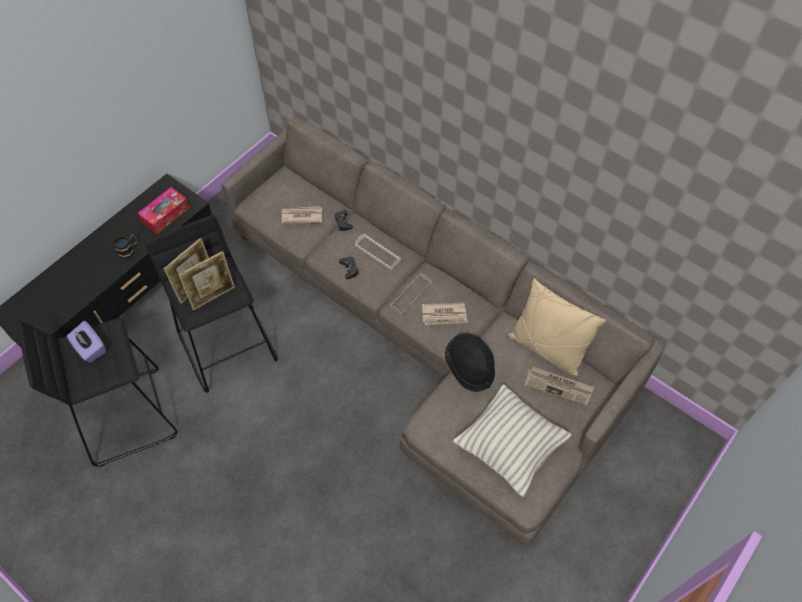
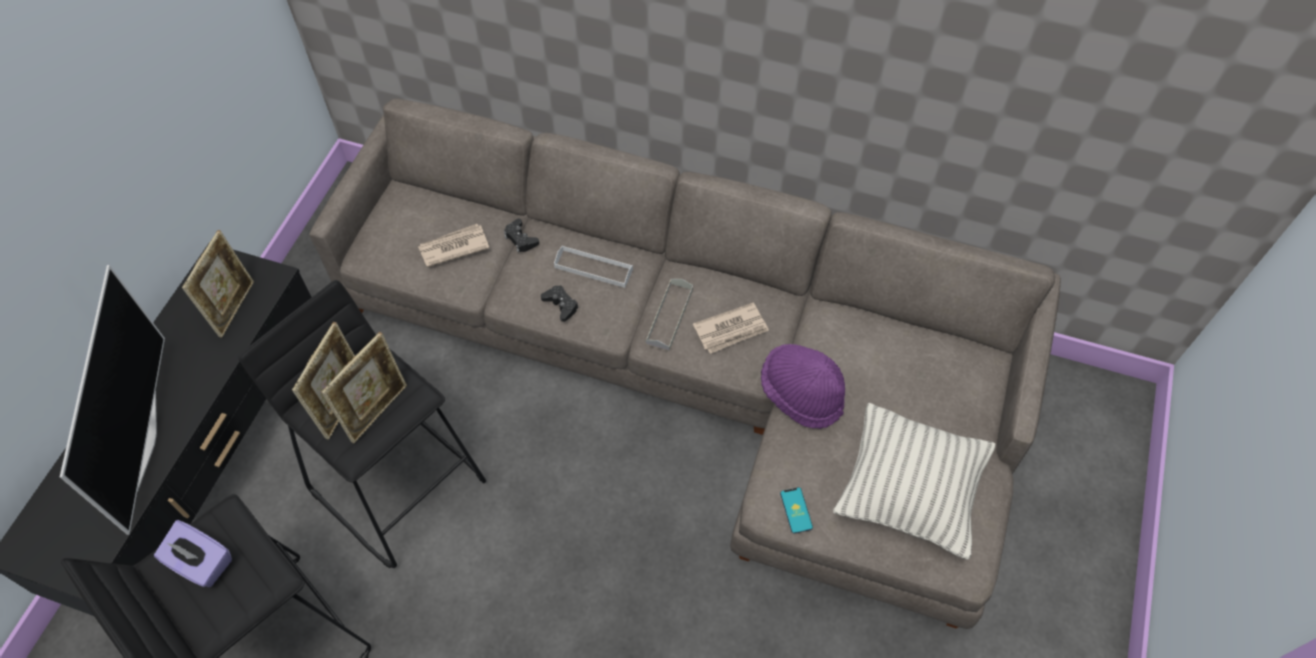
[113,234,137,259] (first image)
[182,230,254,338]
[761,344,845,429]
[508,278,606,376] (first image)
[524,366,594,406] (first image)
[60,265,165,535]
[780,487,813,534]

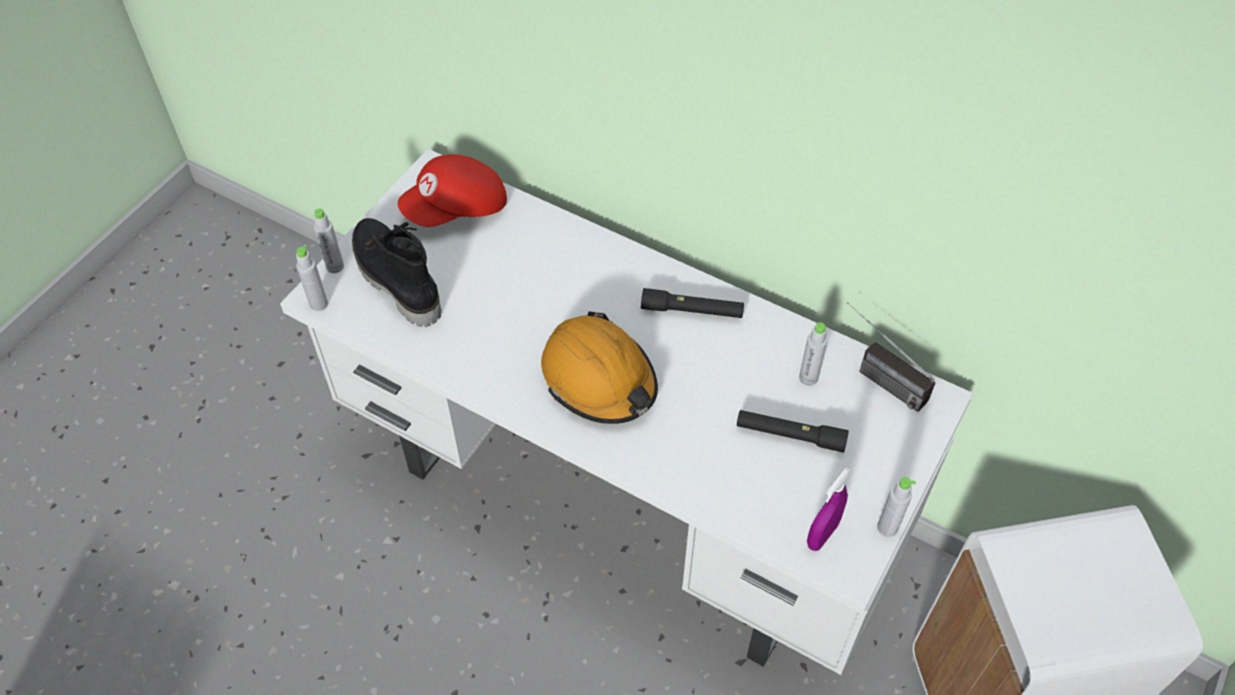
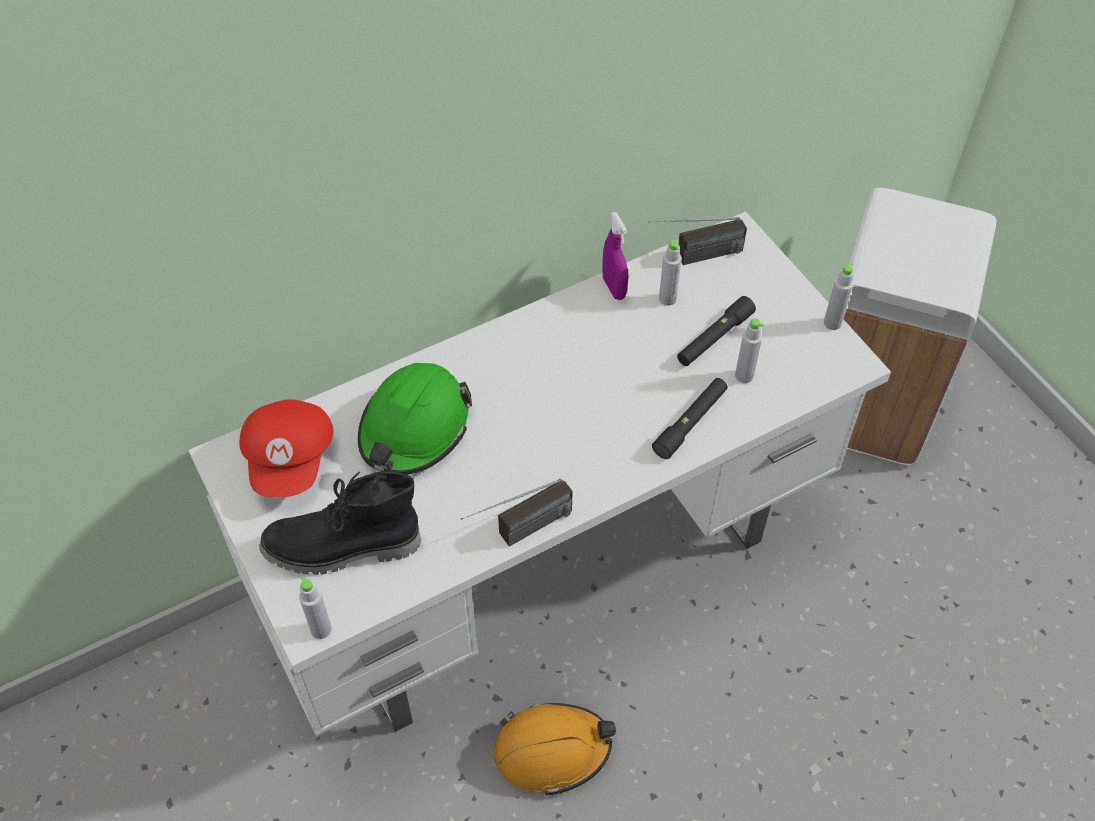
[735,318,764,383]
[494,703,616,795]
[652,378,728,459]
[602,212,628,300]
[358,363,472,475]
[461,479,573,547]

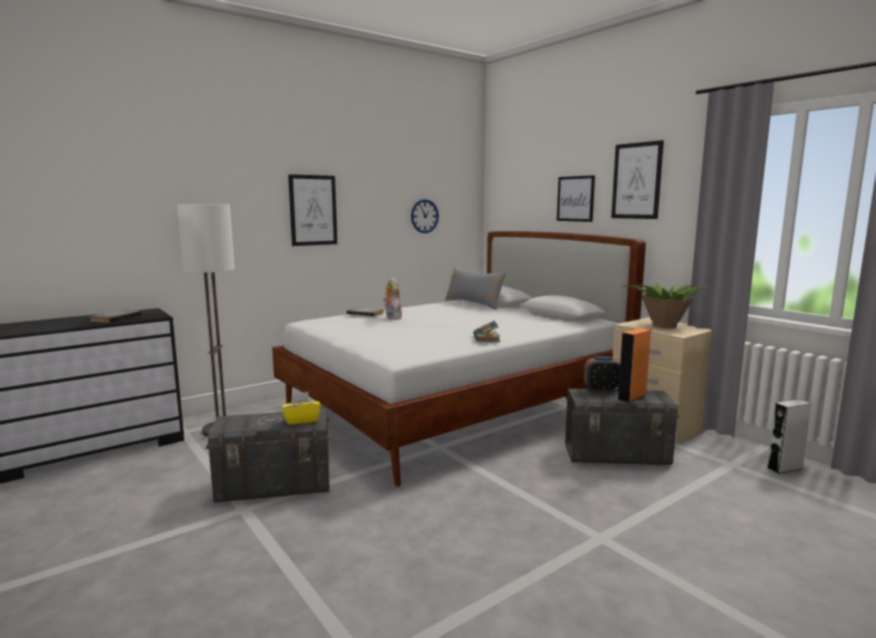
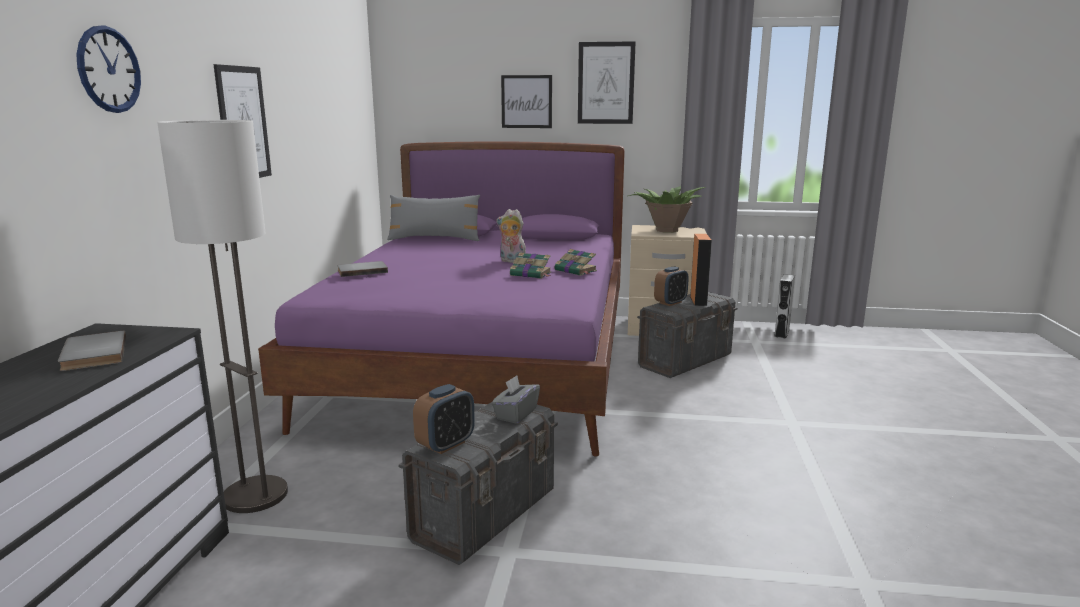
[258,142,625,456]
[491,375,540,424]
[497,209,526,263]
[76,25,141,113]
[413,384,475,454]
[510,252,551,279]

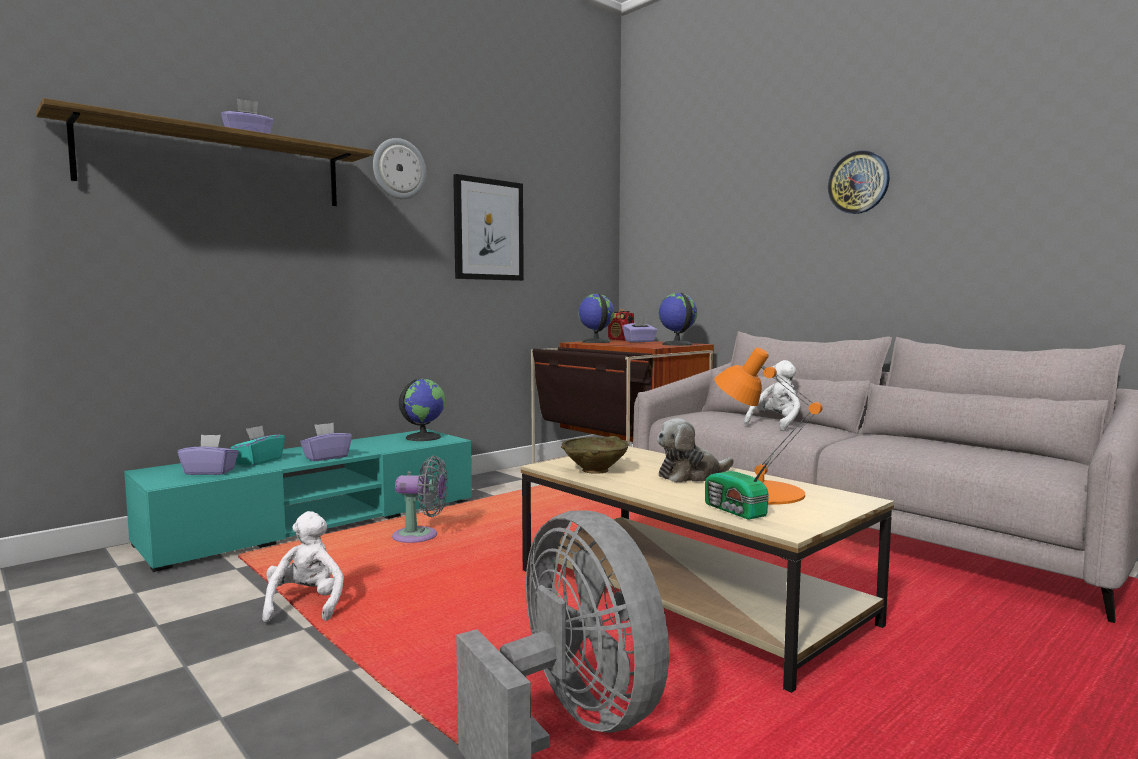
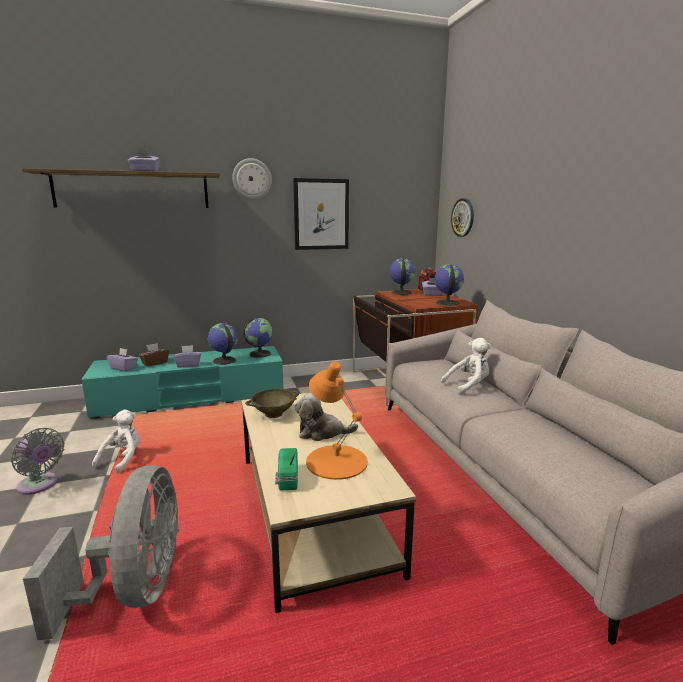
[139,343,169,367]
[11,428,64,495]
[451,198,474,237]
[207,323,238,365]

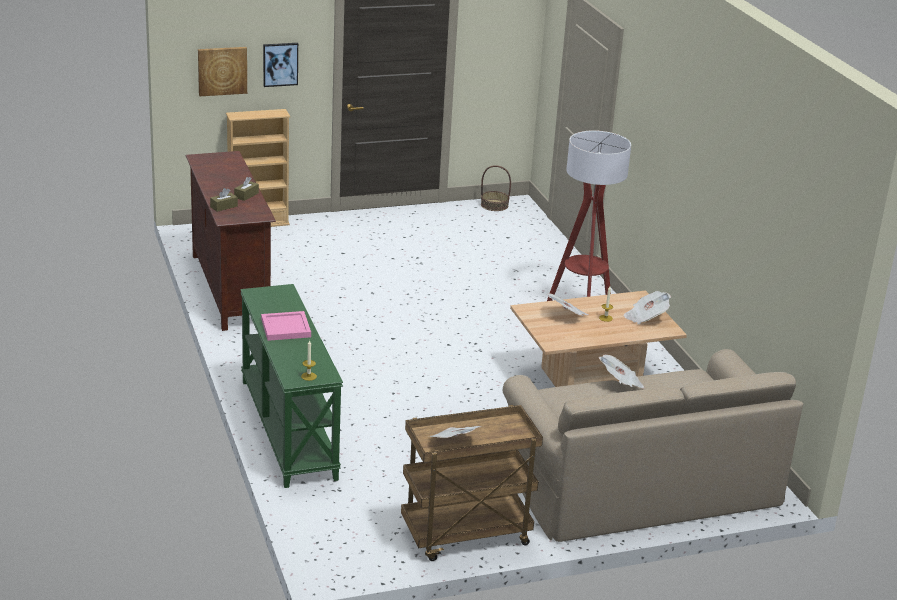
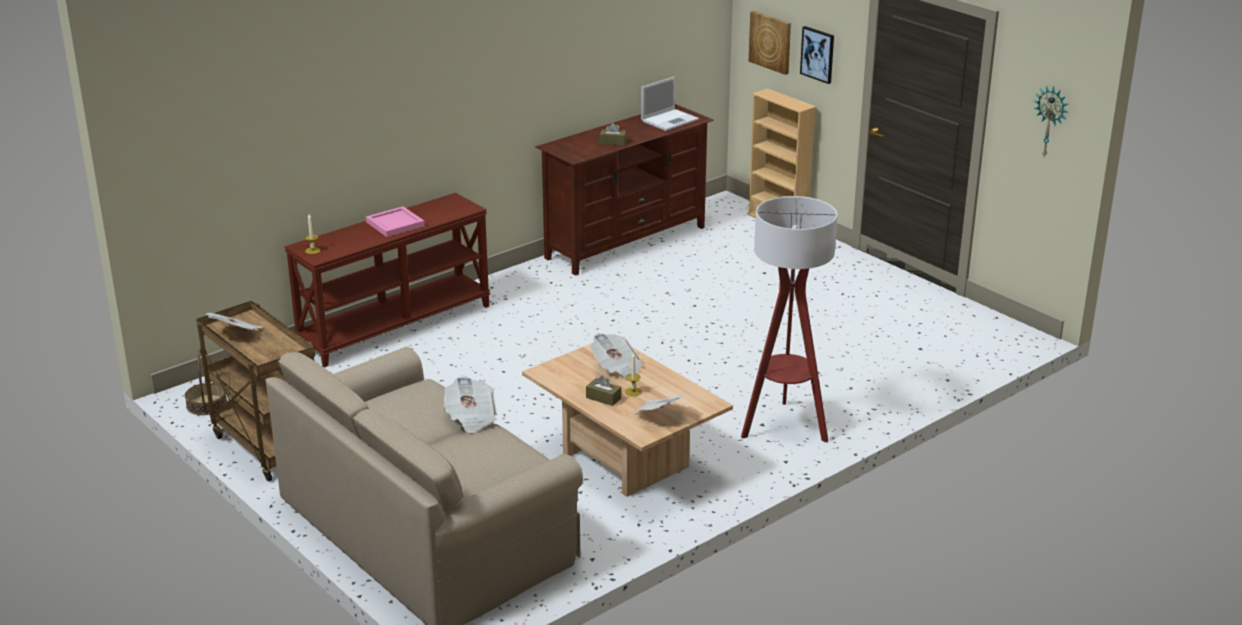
[586,376,621,406]
[284,193,491,367]
[185,348,227,415]
[641,76,699,131]
[1034,85,1068,156]

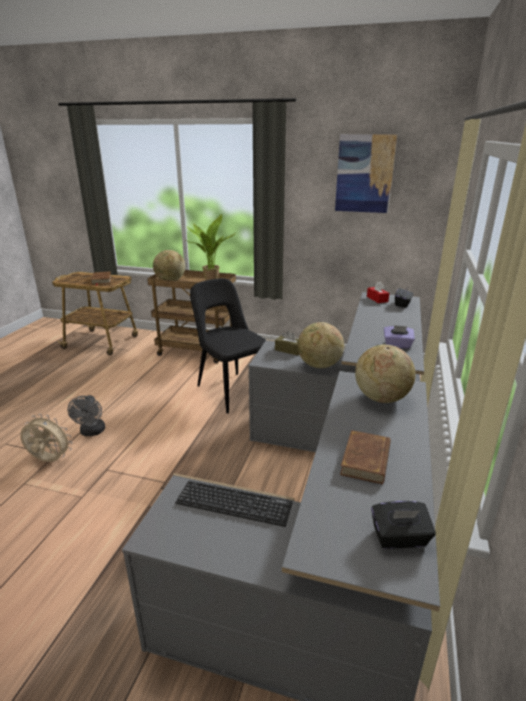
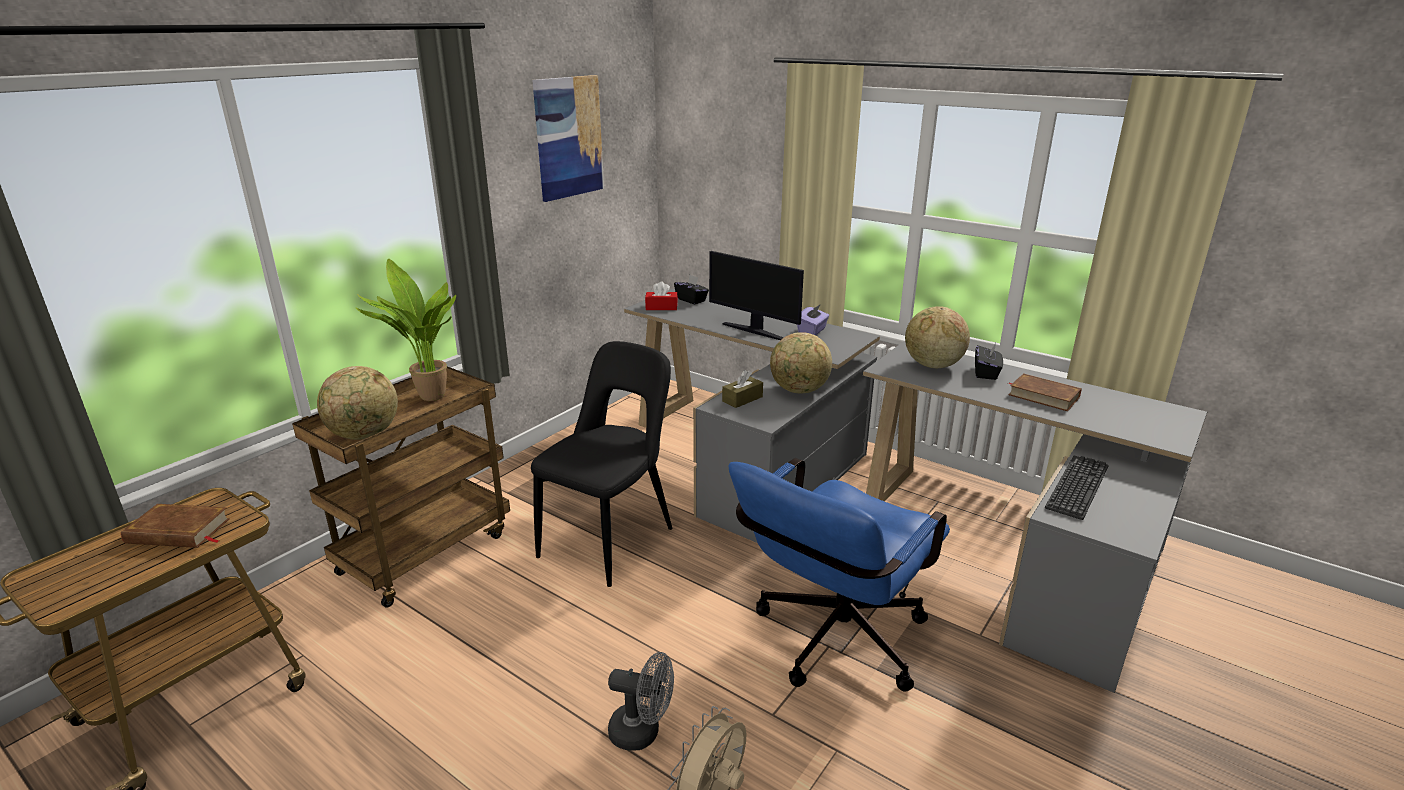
[531,341,672,587]
[975,343,1003,380]
[709,251,804,340]
[728,458,950,692]

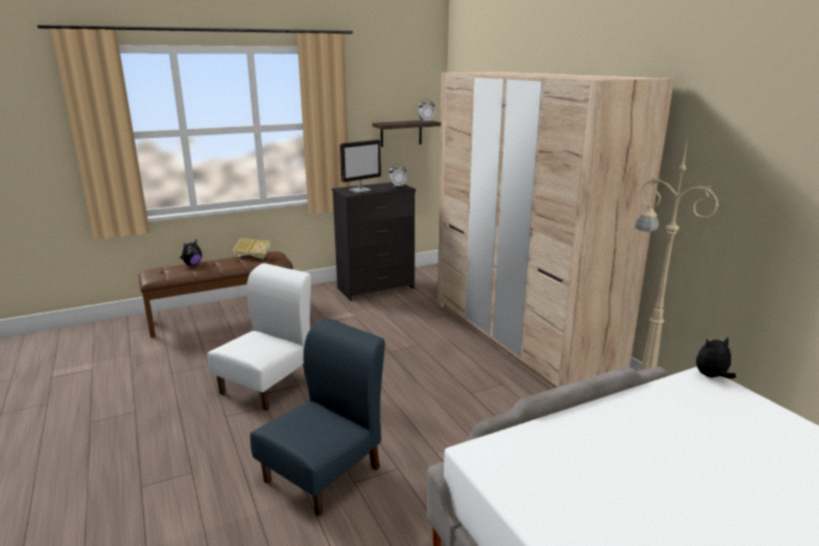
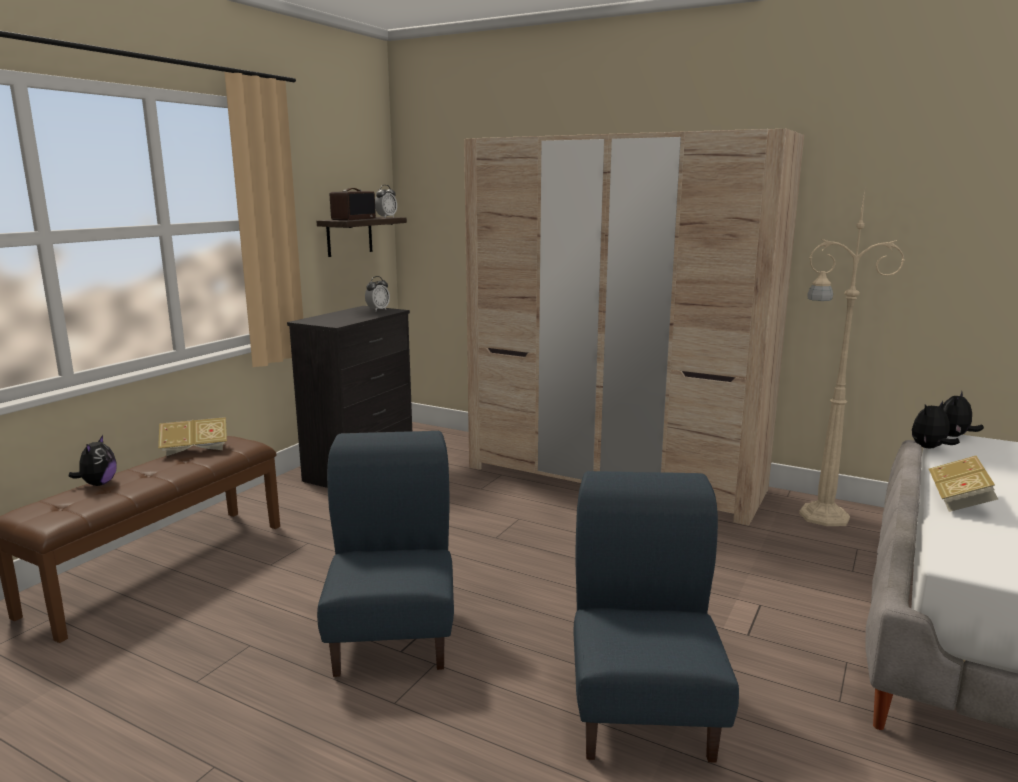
[317,431,454,677]
[340,140,381,193] (first image)
[330,188,376,220]
[912,401,960,448]
[929,456,998,512]

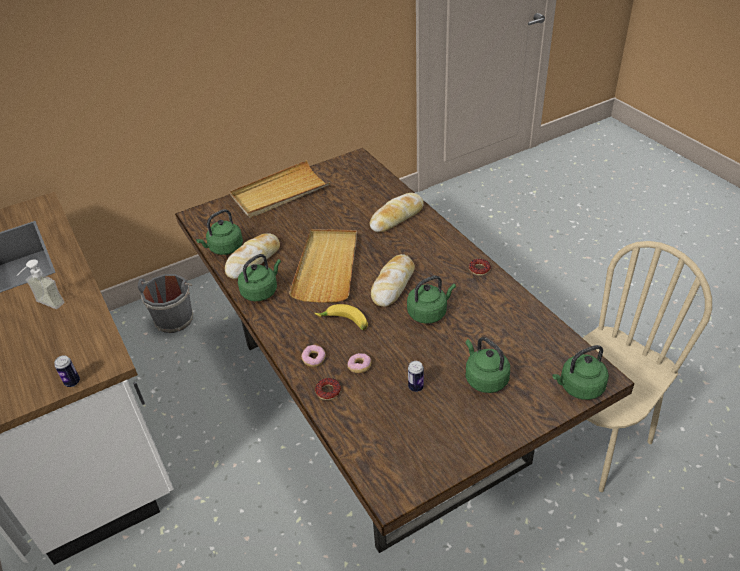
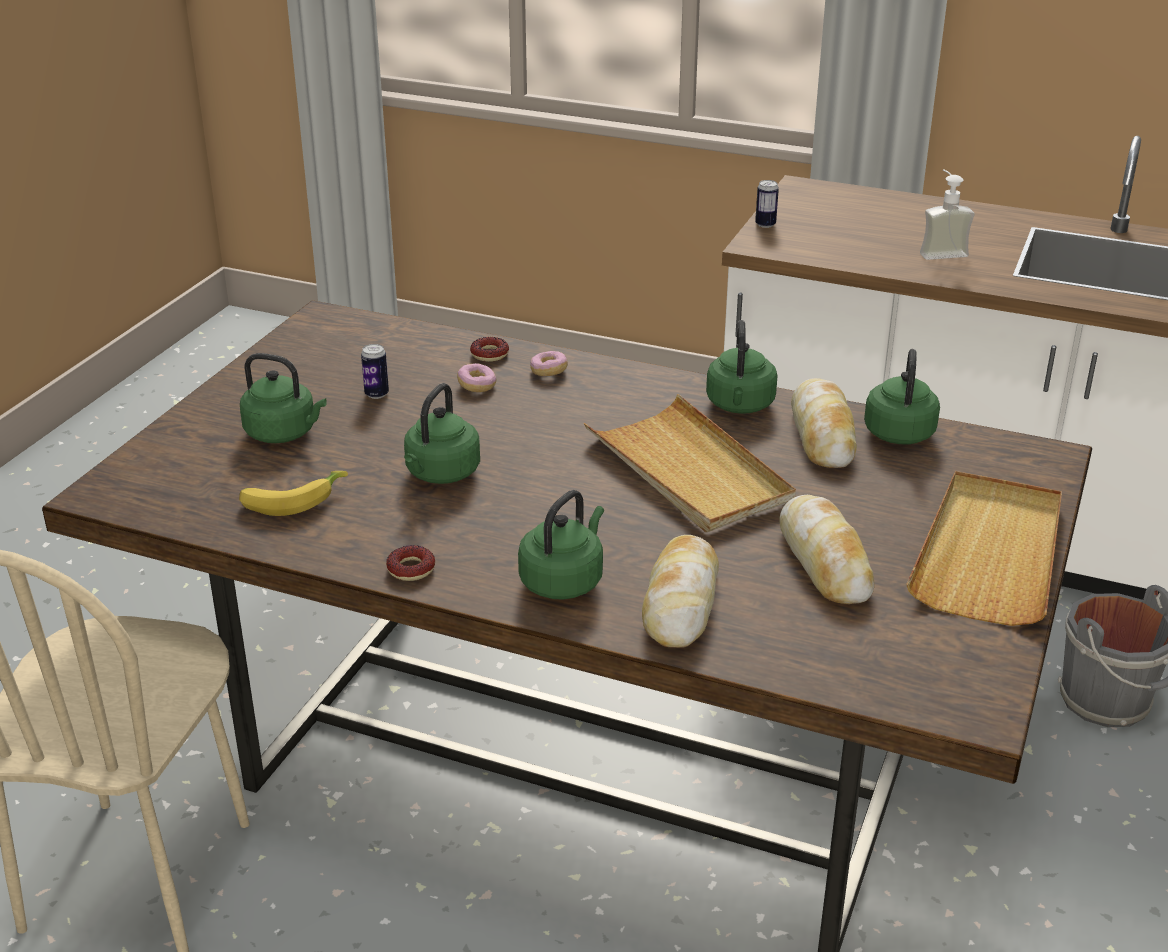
[239,471,348,516]
[779,495,874,604]
[518,490,604,600]

